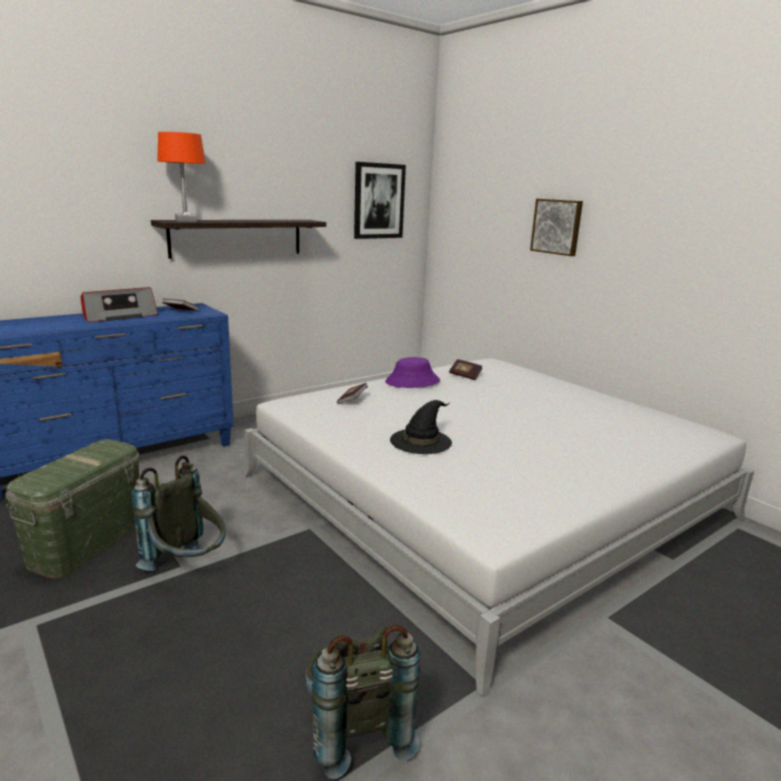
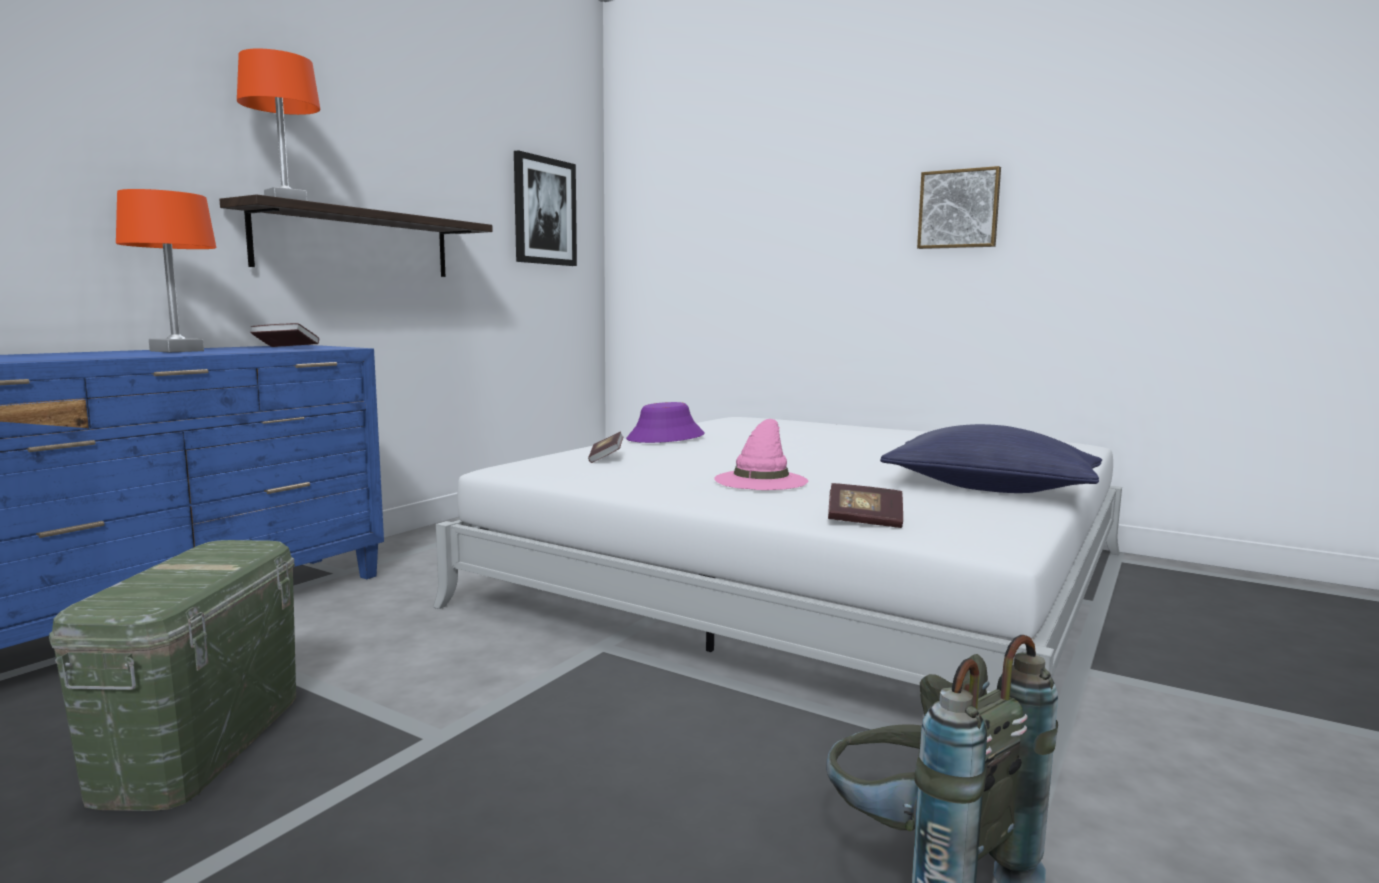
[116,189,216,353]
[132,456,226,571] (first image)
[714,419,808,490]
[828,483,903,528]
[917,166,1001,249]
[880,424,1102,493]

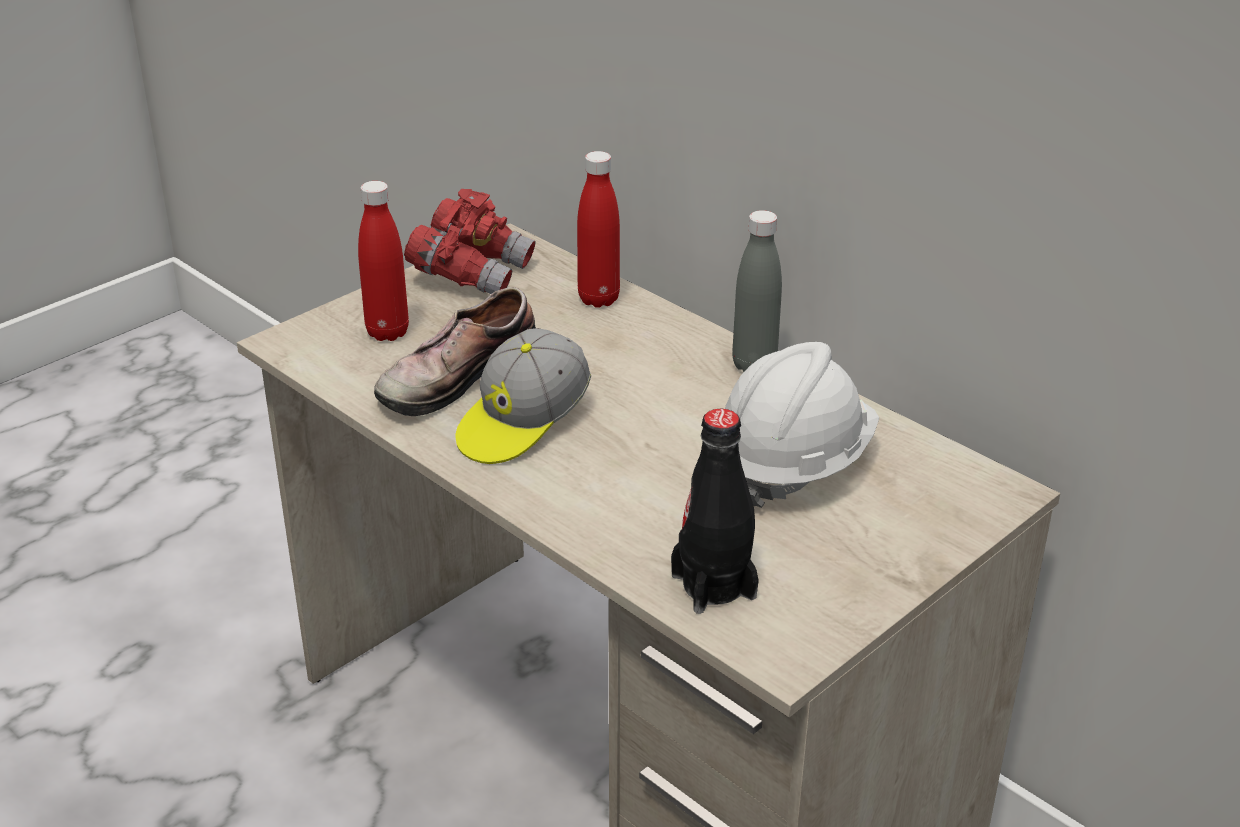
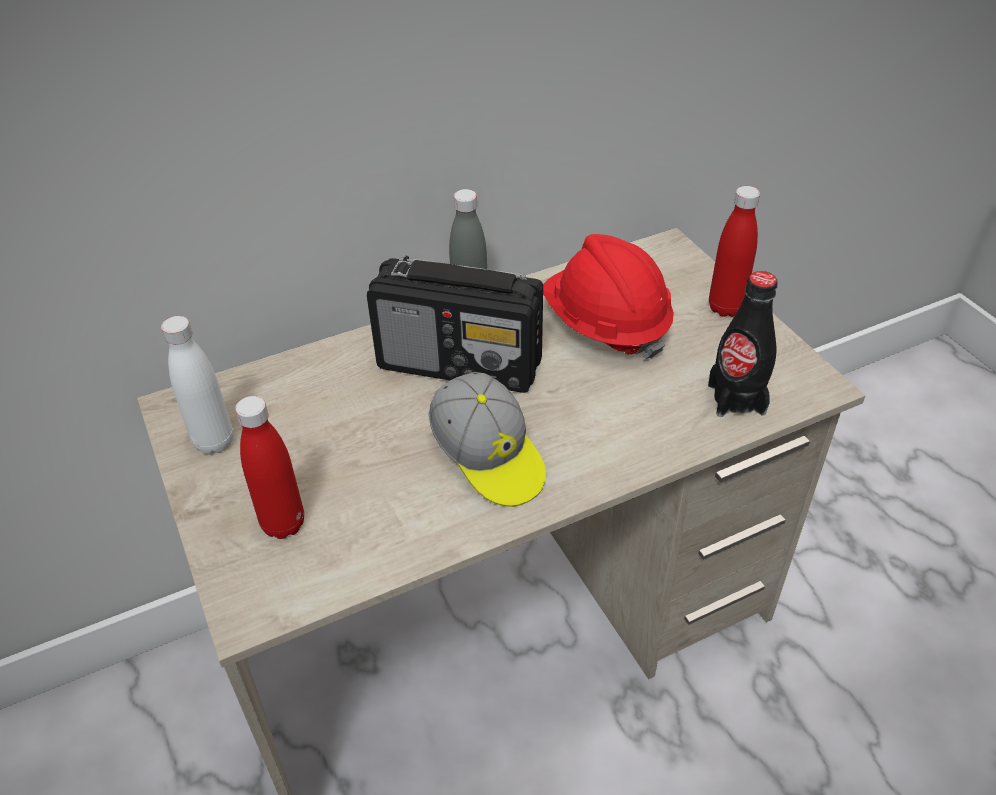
[374,287,536,416] (first image)
[161,316,233,454]
[709,186,760,317]
[543,234,674,359]
[367,256,543,393]

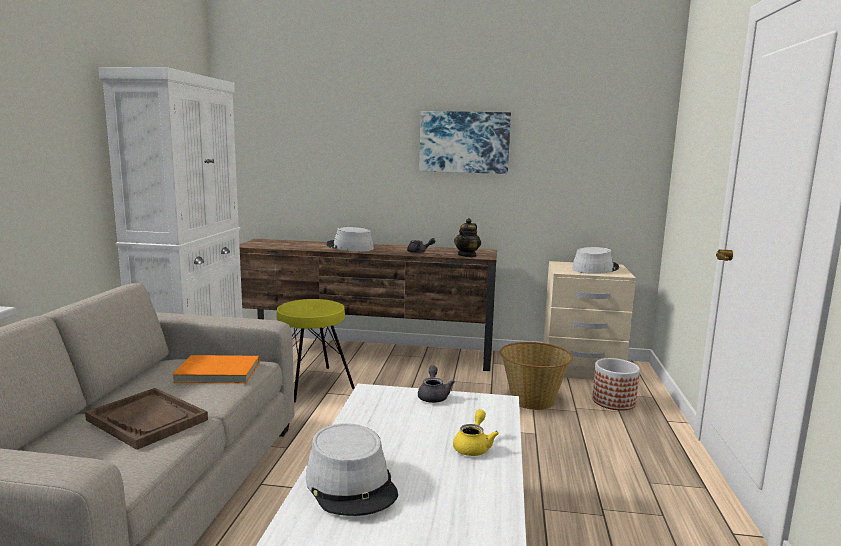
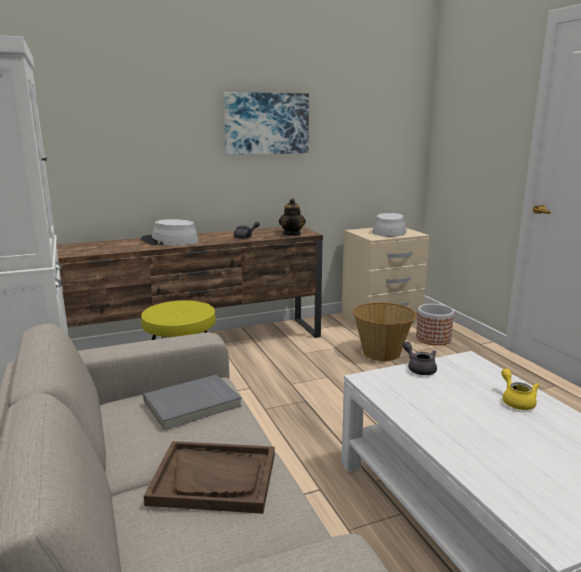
[143,374,242,430]
[306,423,398,516] (first image)

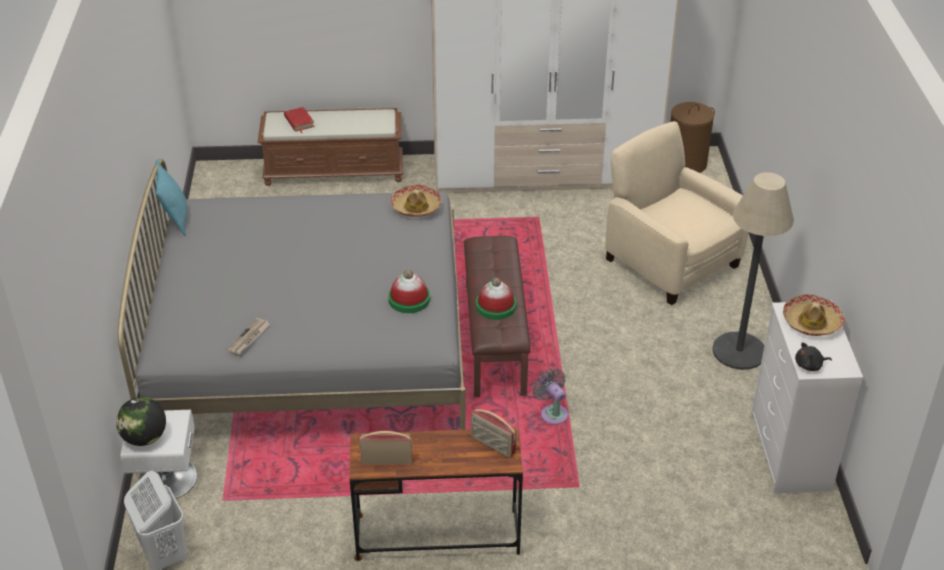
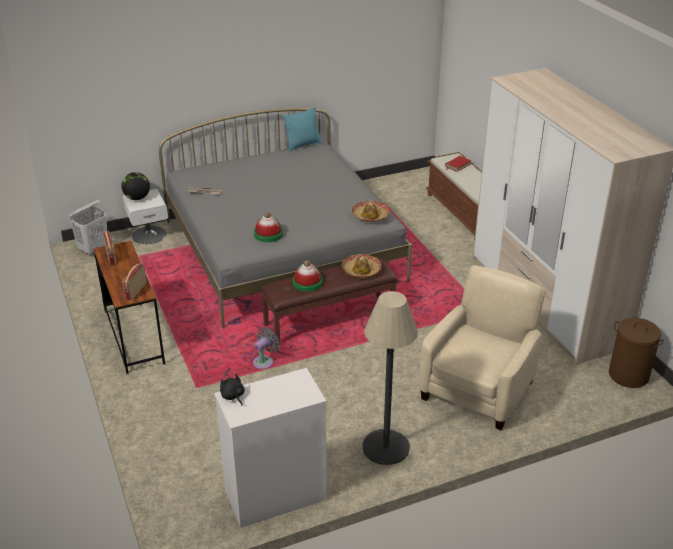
[342,254,382,278]

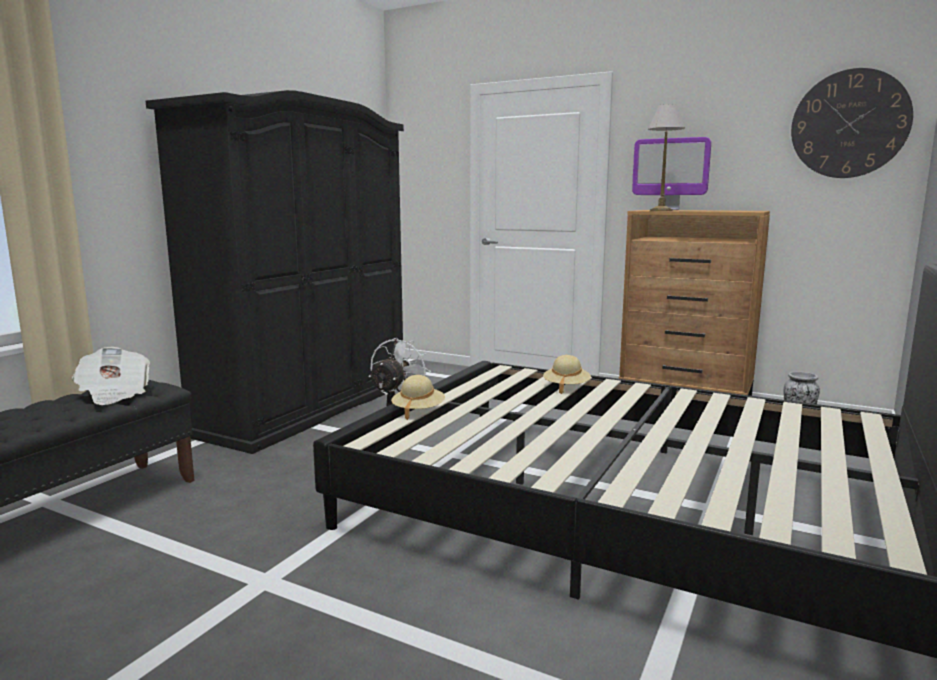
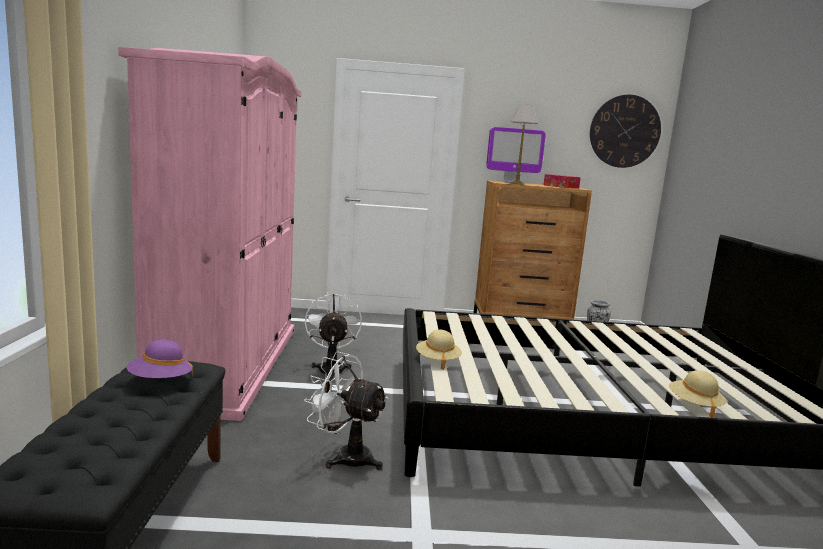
[126,339,193,378]
[118,47,301,421]
[669,370,727,418]
[304,351,388,470]
[544,174,581,189]

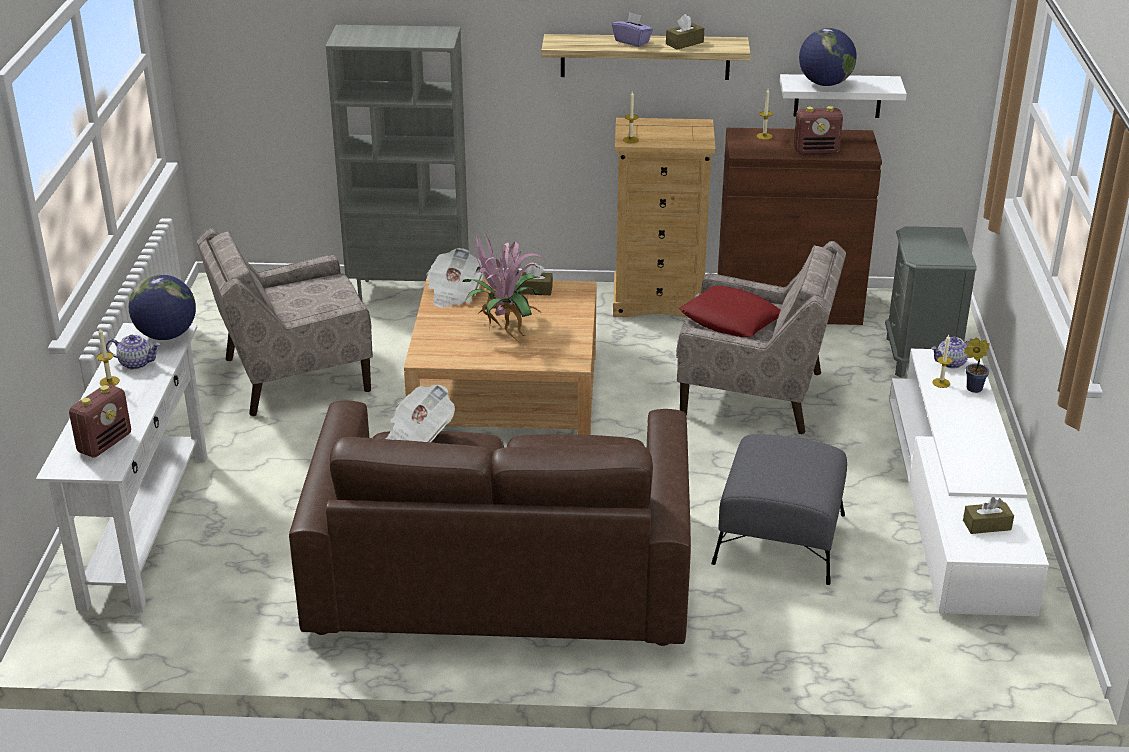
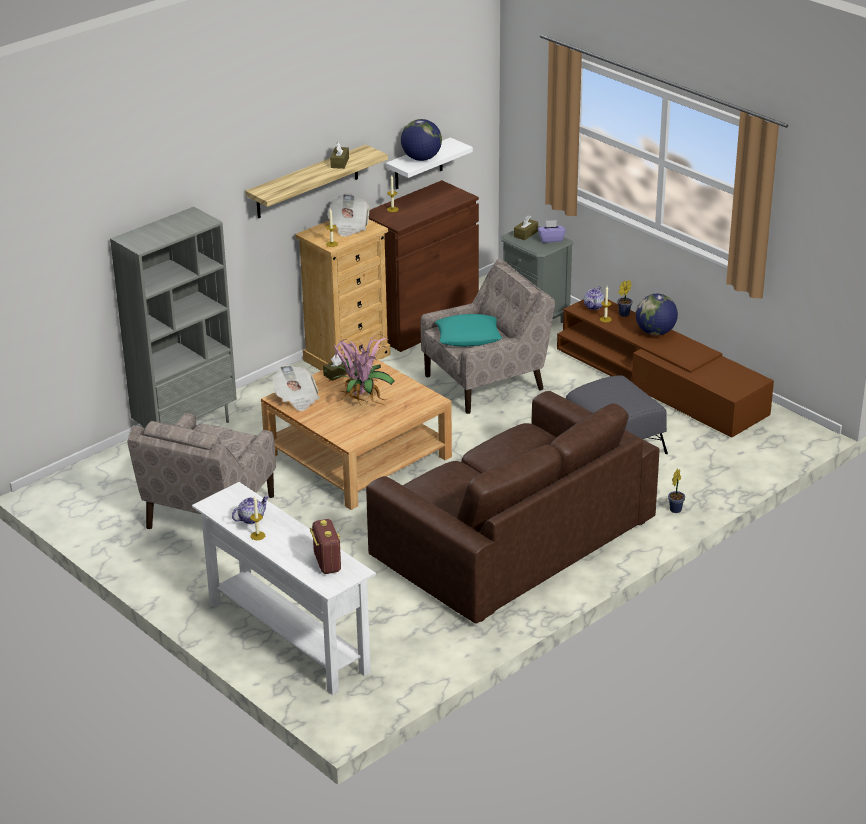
[636,294,678,336]
[327,193,370,237]
[538,220,566,243]
[435,314,502,347]
[794,106,843,155] (first image)
[557,299,774,438]
[514,215,538,240]
[668,468,685,513]

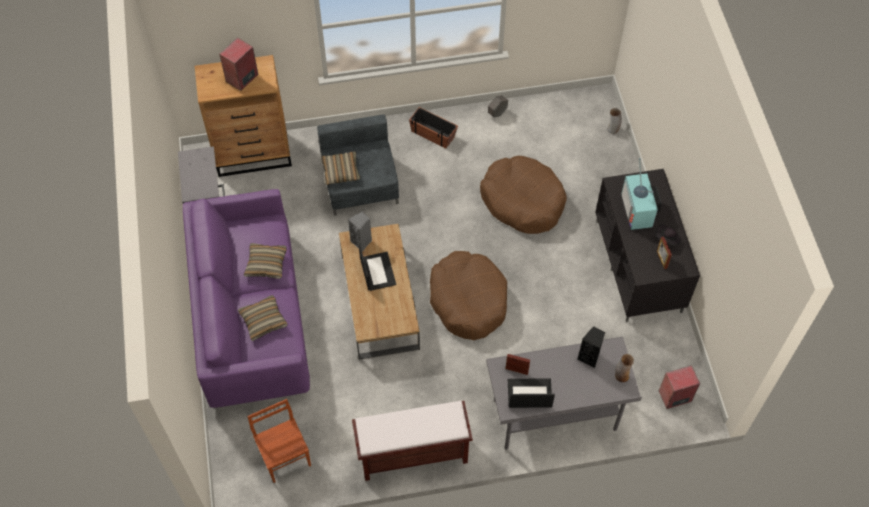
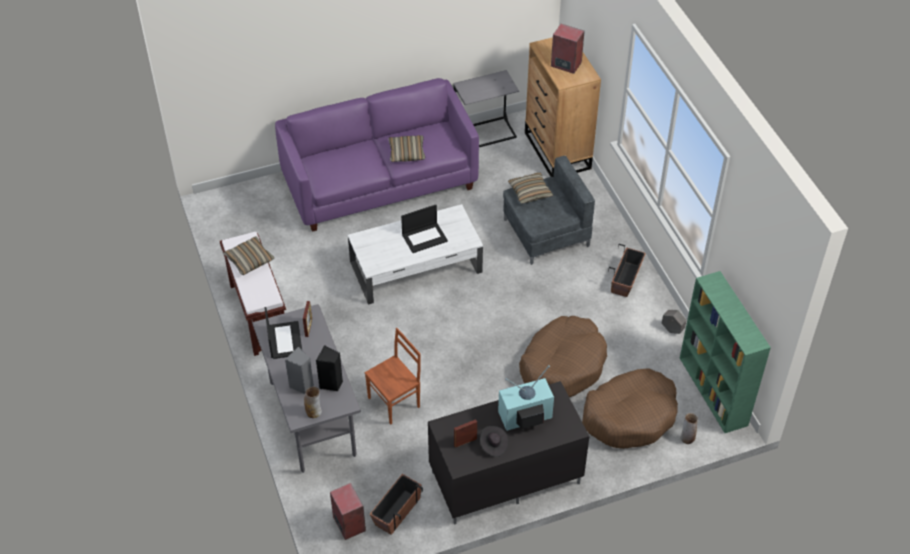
[224,236,274,275]
[365,328,421,425]
[348,204,483,305]
[285,347,314,394]
[582,368,678,449]
[370,474,423,535]
[680,271,771,433]

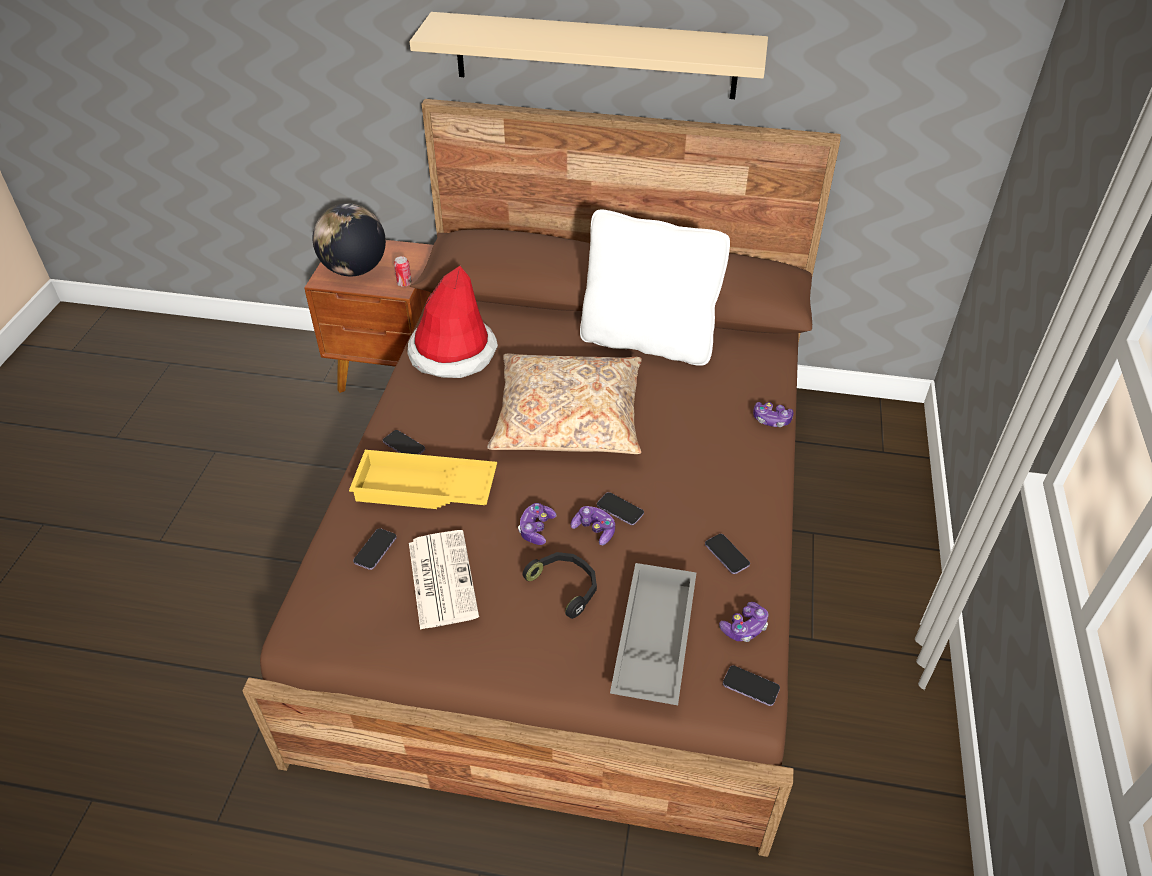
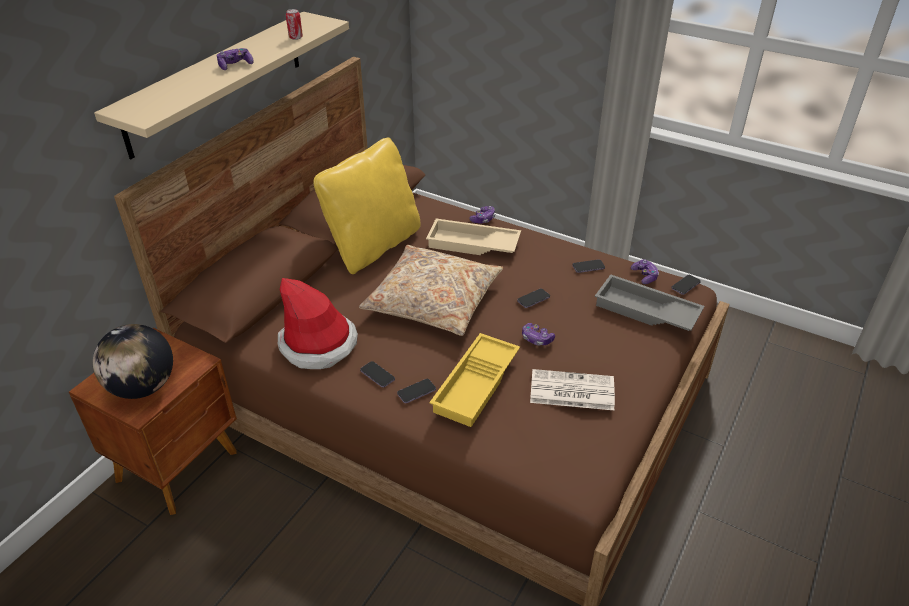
[360,361,395,387]
[286,9,303,40]
[523,552,597,619] (first image)
[217,48,254,70]
[313,138,421,274]
[426,219,521,255]

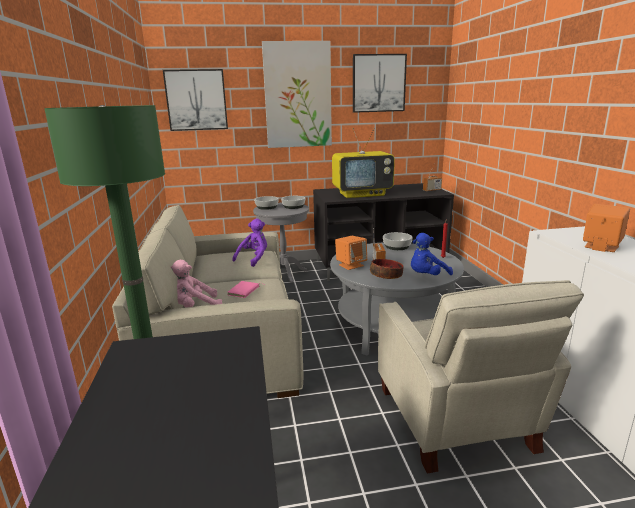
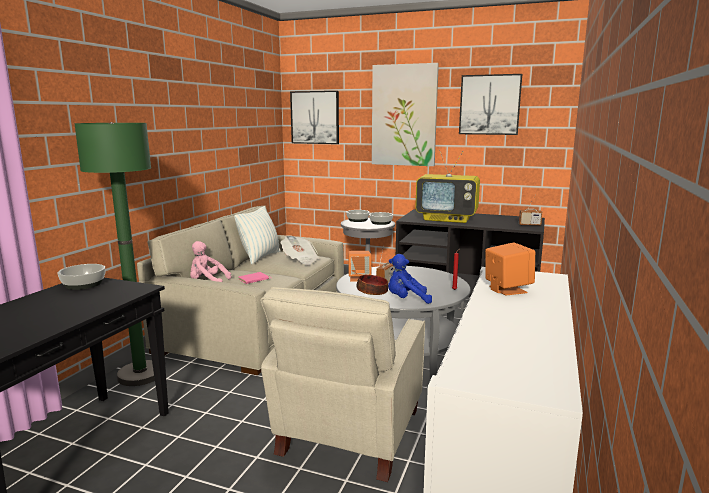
[281,235,320,265]
[57,264,105,290]
[234,206,280,264]

